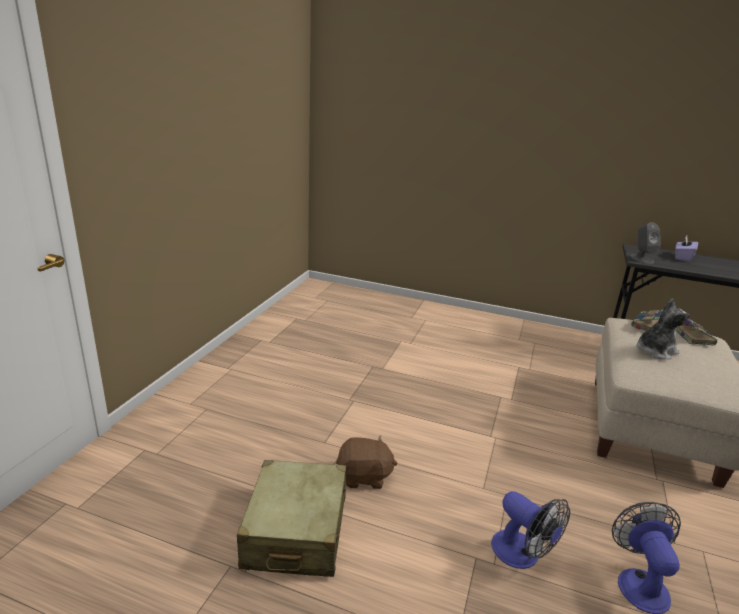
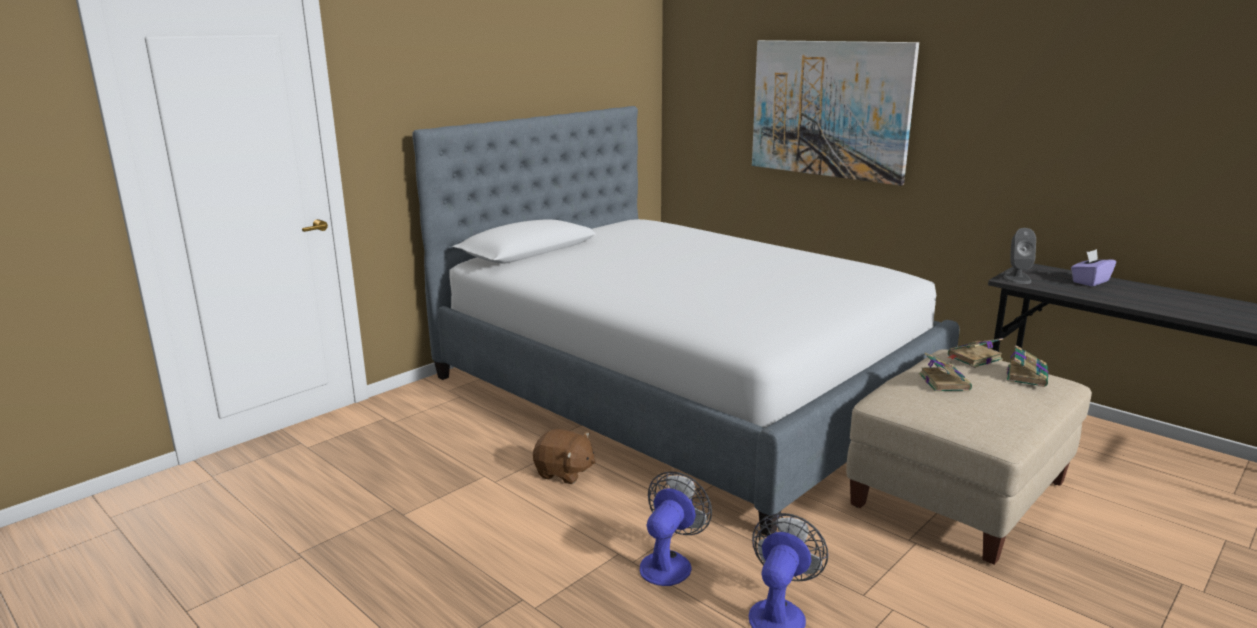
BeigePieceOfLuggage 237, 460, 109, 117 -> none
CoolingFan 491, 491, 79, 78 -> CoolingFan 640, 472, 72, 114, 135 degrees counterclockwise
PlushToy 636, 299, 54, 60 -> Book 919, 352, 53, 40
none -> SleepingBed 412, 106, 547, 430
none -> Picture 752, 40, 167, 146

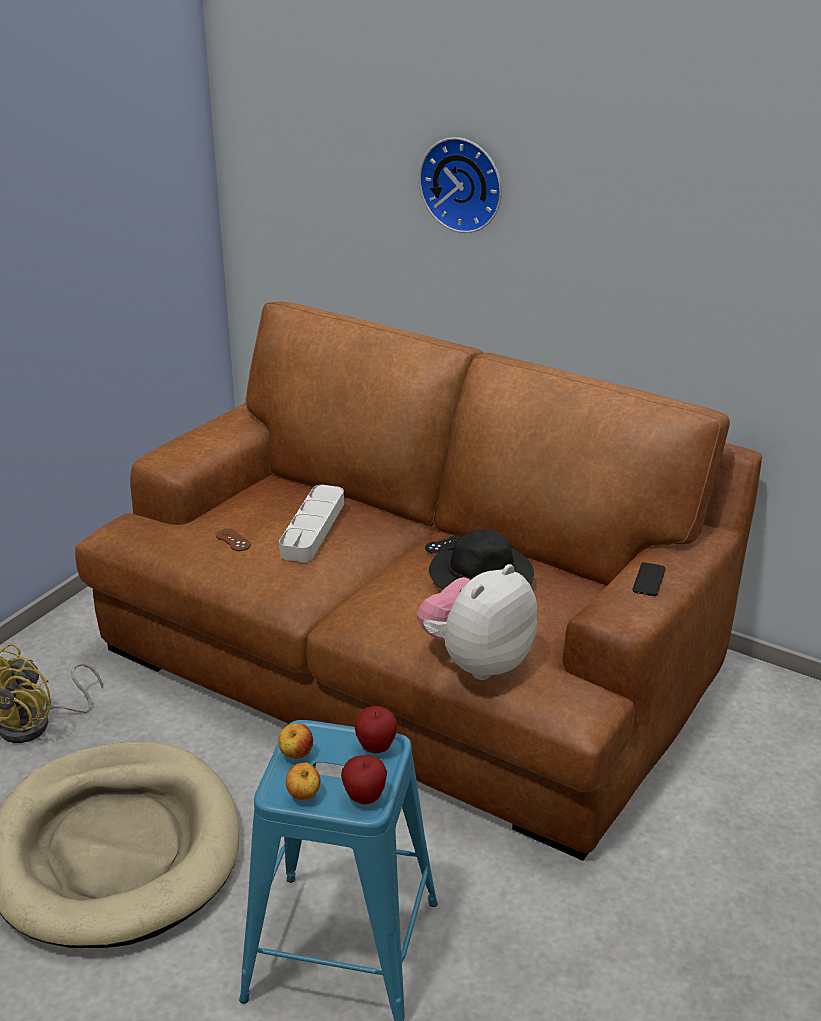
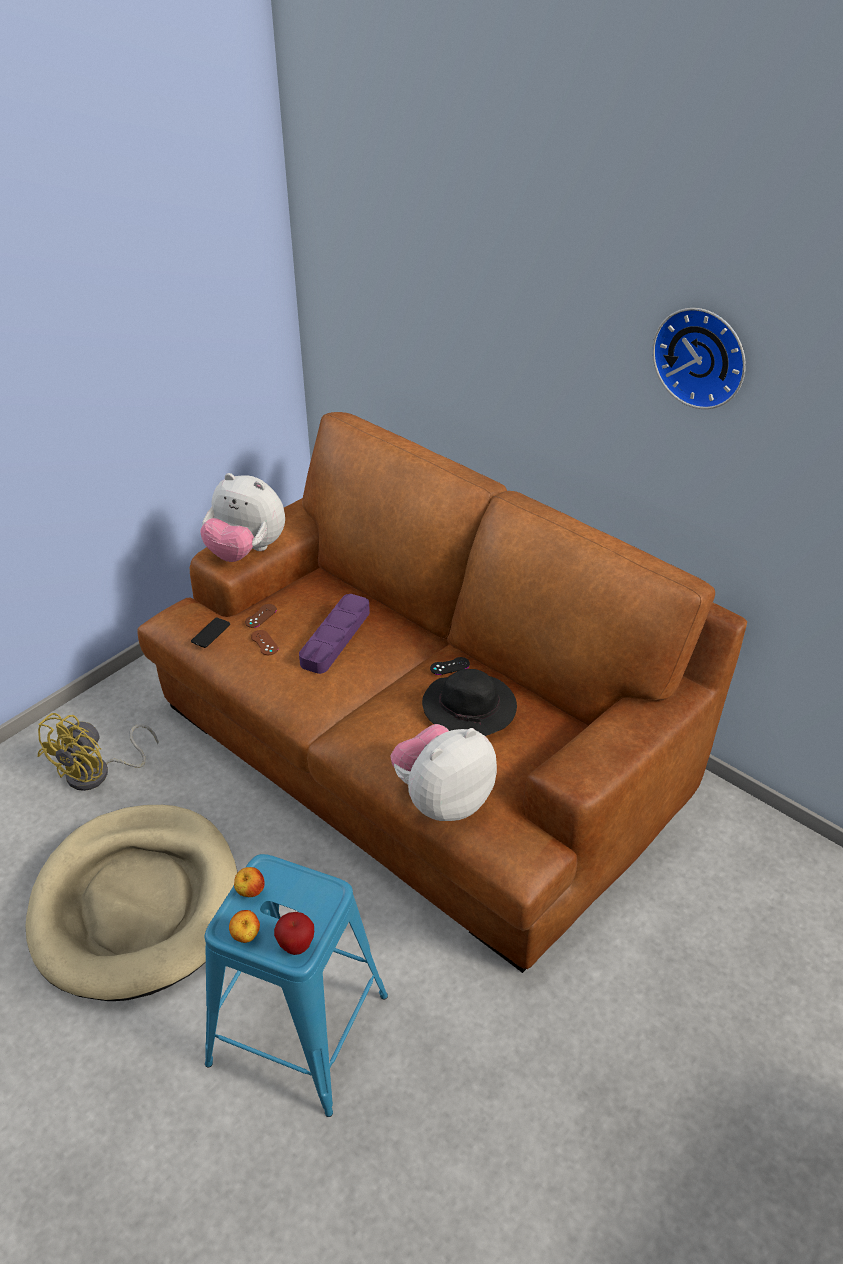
GreyServingTray 279, 485, 65, 77 -> PurpleColouredServingTray 299, 594, 71, 80
WholeApple 355, 706, 42, 48 -> none
ClockOnTheWall 419, 137, 83, 96 -> ClockOnTheWall 652, 308, 94, 101, shifted
Telephone 632, 562, 34, 34 -> Telephone 191, 617, 39, 31, shifted
none -> PlushToy 200, 473, 85, 89
none -> BrownColouredJoypad 245, 604, 32, 24

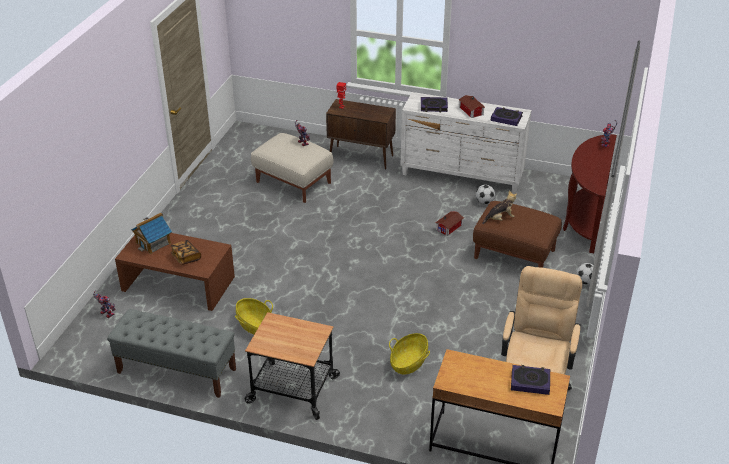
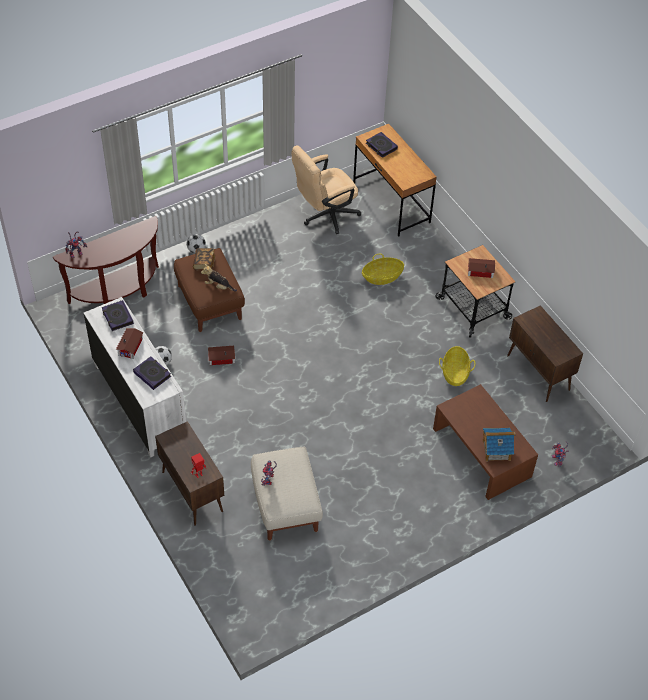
GreyIndoorBench 107, 309, 129, 89 -> BrownColouredStorageCabinet 507, 305, 76, 97
Book 171, 240, 30, 25 -> Book 193, 248, 22, 23, shifted
none -> MiniatureHouse 468, 258, 27, 20

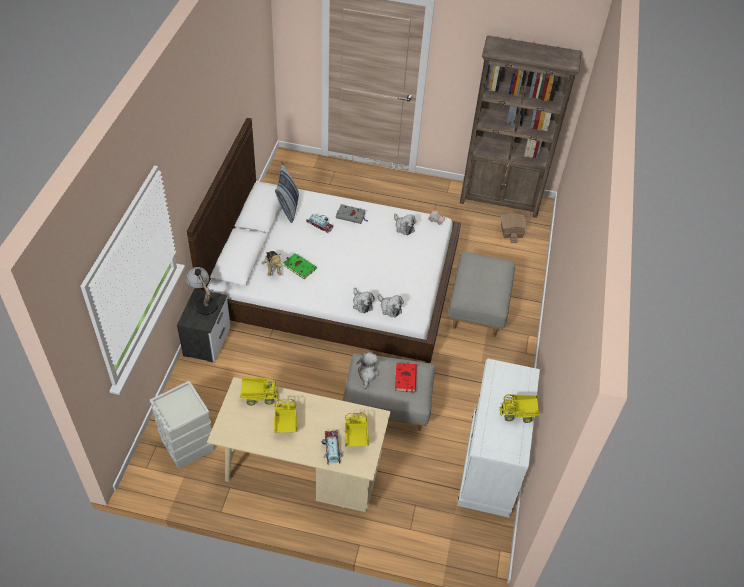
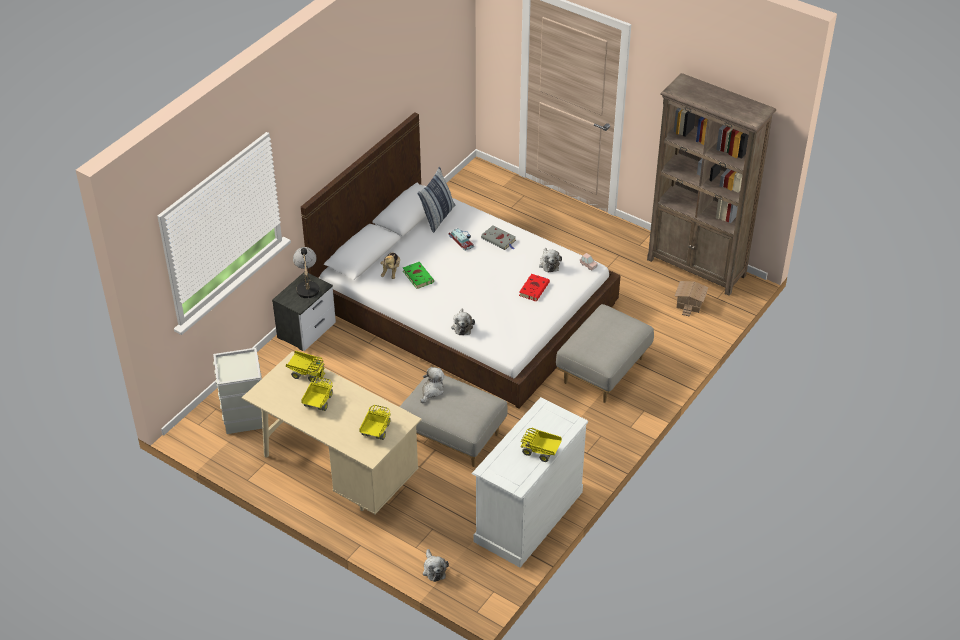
MiniatureCar 322, 430, 21, 34 -> none
PlushToy 377, 294, 27, 23 -> PlushToy 423, 549, 26, 33, shifted
RedBook 395, 362, 22, 31 -> RedBook 519, 274, 31, 27, shifted

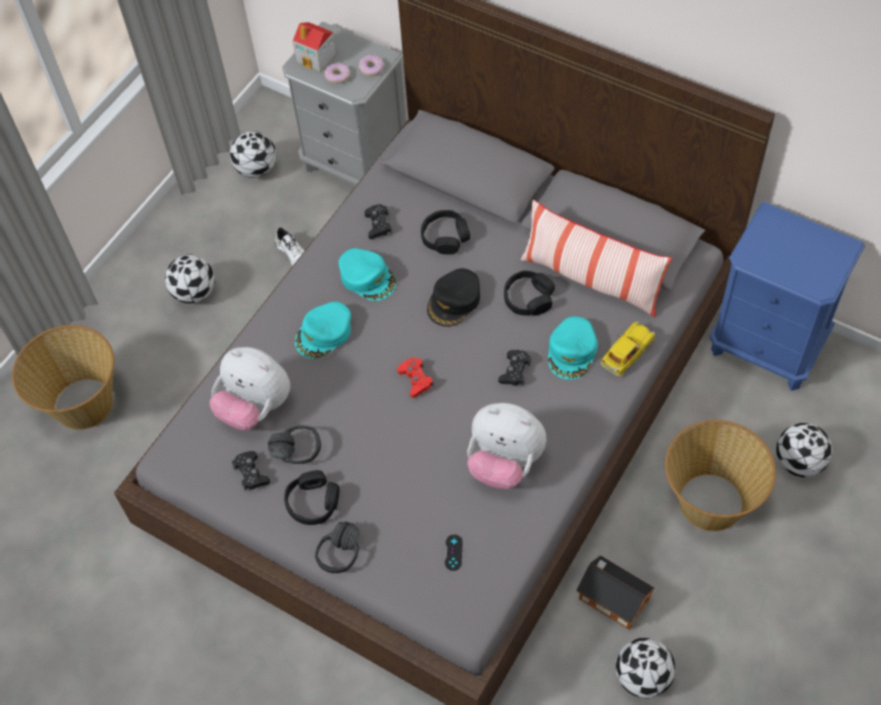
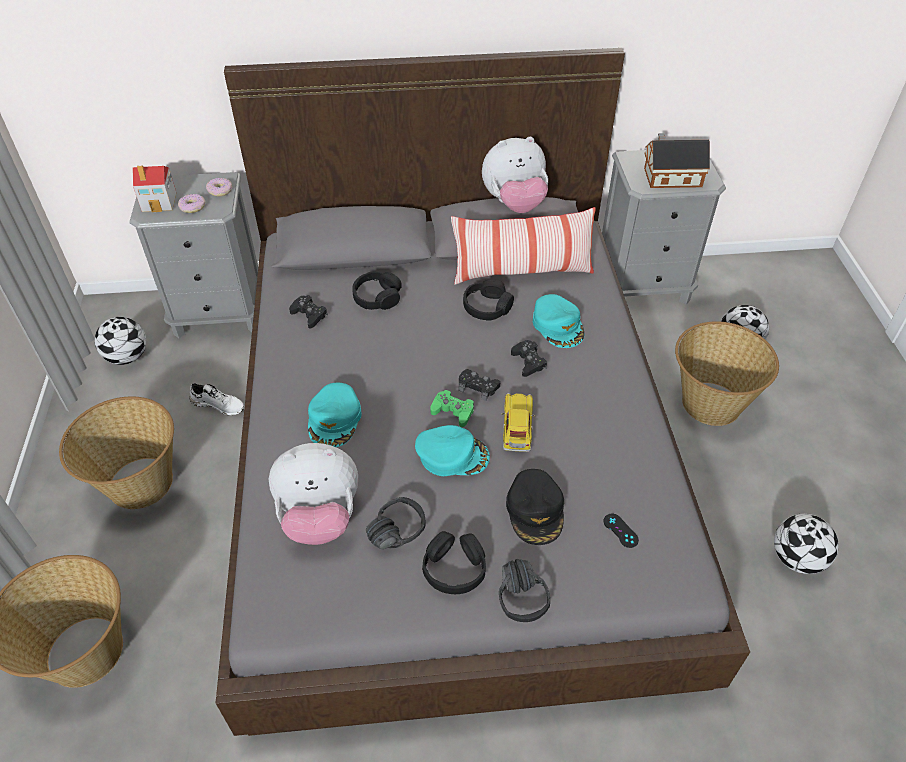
FootballBall 165, 254, 50, 50 -> Basket 59, 396, 115, 113
BlackishJoypad 232, 451, 38, 39 -> BlackishJoypad 459, 369, 41, 32, shifted
BlueGreenBaseballCap 338, 248, 58, 53 -> BlueGreenBaseballCap 415, 425, 75, 51, shifted
RedJoypad 397, 358, 37, 40 -> GreenJoypad 430, 390, 44, 37
BlackishBaseballCap 427, 268, 53, 59 -> BlackishBaseballCap 506, 469, 58, 76, shifted
PlushToy 467, 403, 79, 86 -> PlushToy 482, 137, 66, 76, shifted
MiniatureHouse 576, 555, 78, 75 -> MiniatureHouse 644, 133, 66, 55, shifted
MiniatureCar 601, 321, 54, 56 -> MiniatureCar 501, 393, 35, 59, shifted
BluishBedsideTable 709, 202, 156, 189 -> GreyBedsideTable 602, 150, 124, 154

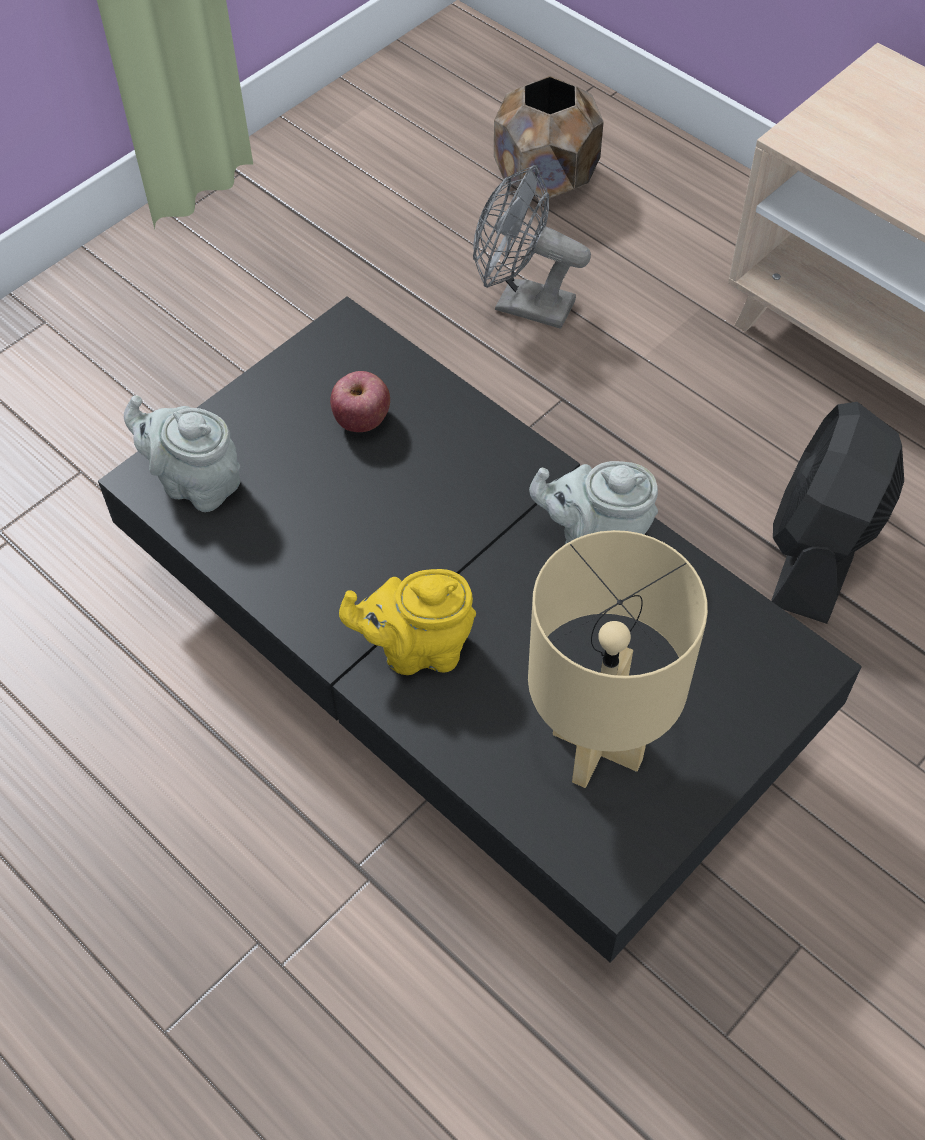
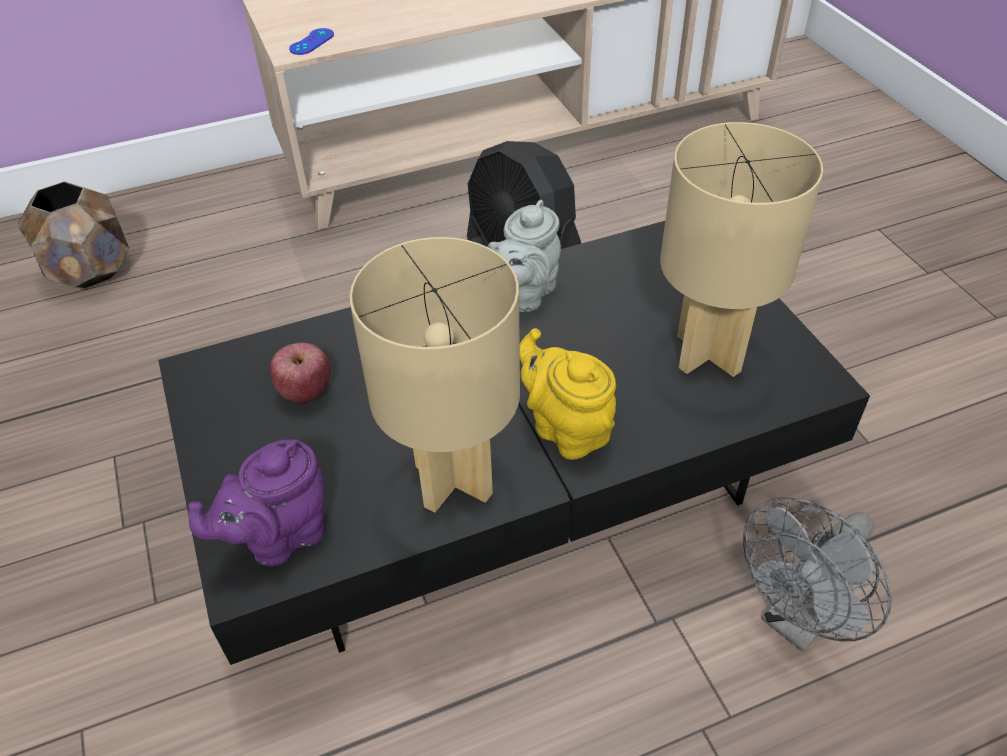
GreyTeapot 124, 395, 116, 117 -> PurpleColouredTeapot 188, 440, 137, 126
YellowTeapot 339, 569, 137, 106 -> YellowTeapot 520, 328, 96, 132, 120 degrees clockwise
GreyCoolingFan 473, 165, 118, 164 -> GreyCoolingFan 743, 497, 149, 155, shifted
none -> BluishJoypad 289, 28, 45, 27
none -> BeigeTabletopLamp 350, 237, 170, 276

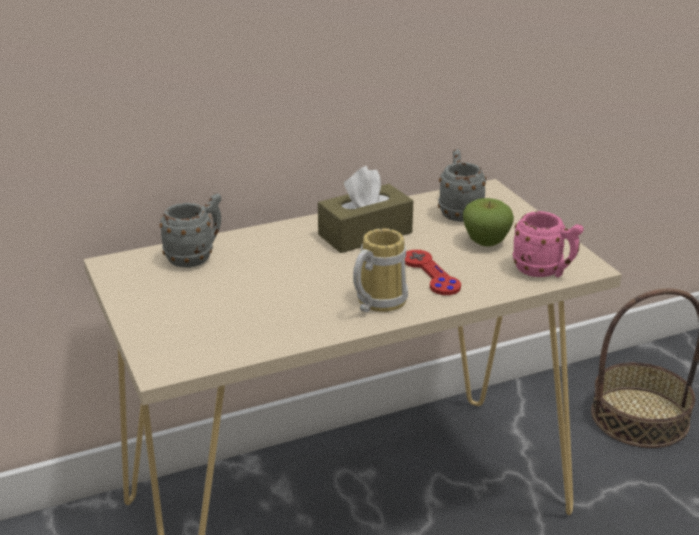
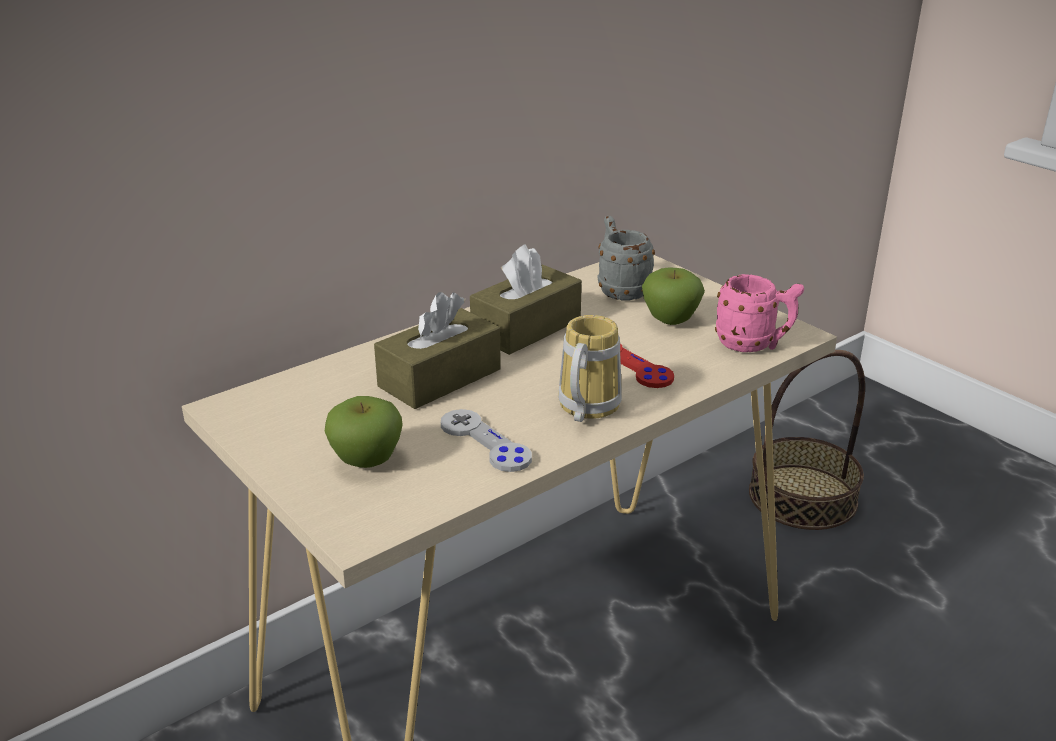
GreyTeaMug 159, 193, 62, 75 -> none
none -> WholeApple 325, 396, 78, 72
none -> BrownColouredBoxOfTissues 374, 292, 127, 117
none -> GreyJoypad 441, 409, 91, 63

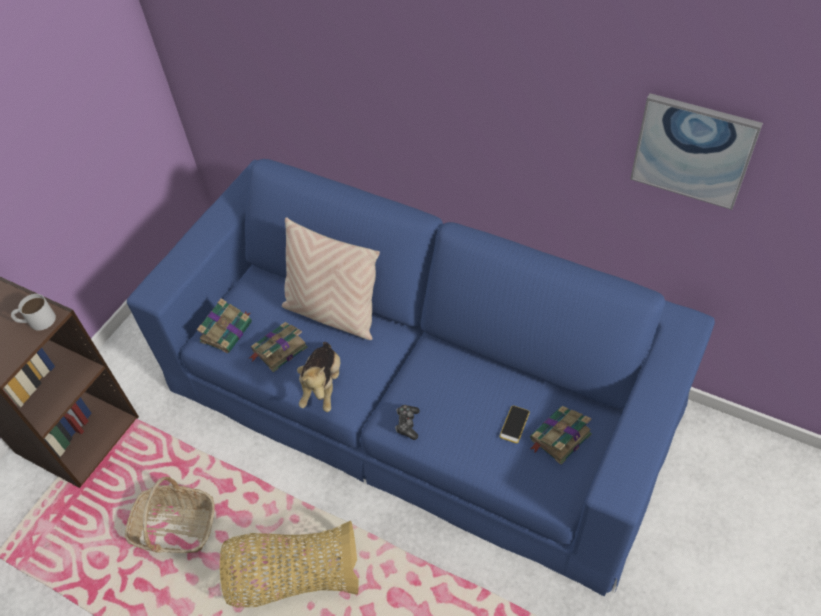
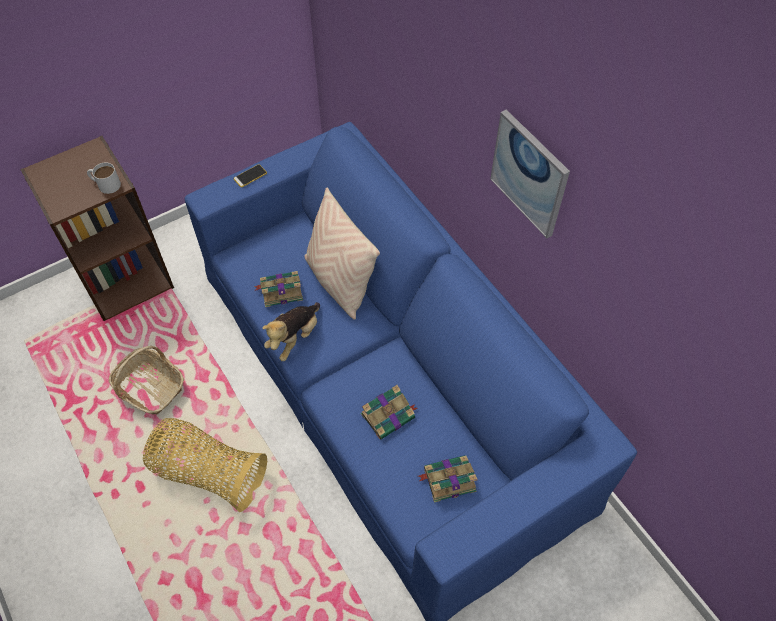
Book 197, 298, 55, 55 -> Book 361, 385, 56, 54, shifted
Joypad 395, 405, 25, 35 -> none
Telephone 499, 406, 31, 37 -> Telephone 233, 164, 34, 23, shifted
Picture 630, 93, 133, 117 -> Picture 490, 110, 80, 128, shifted

